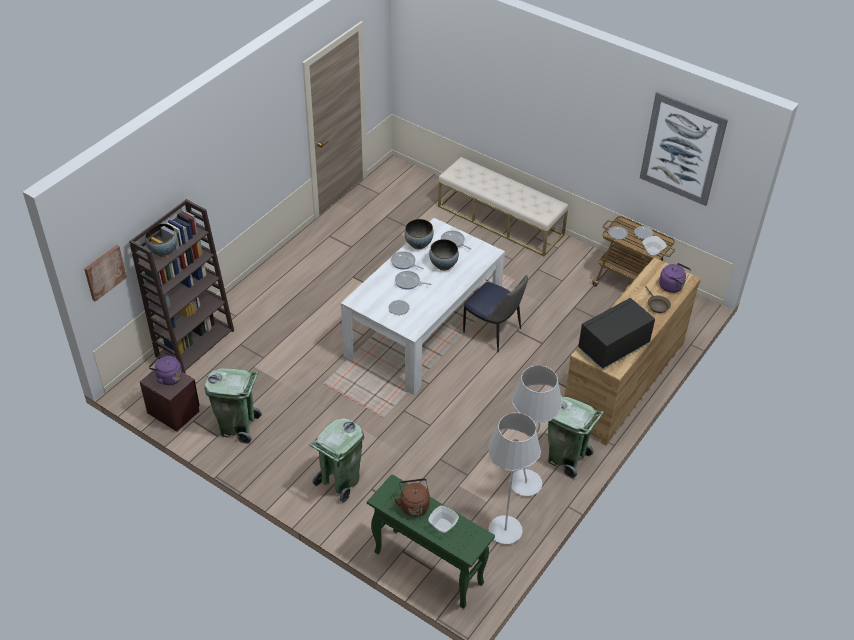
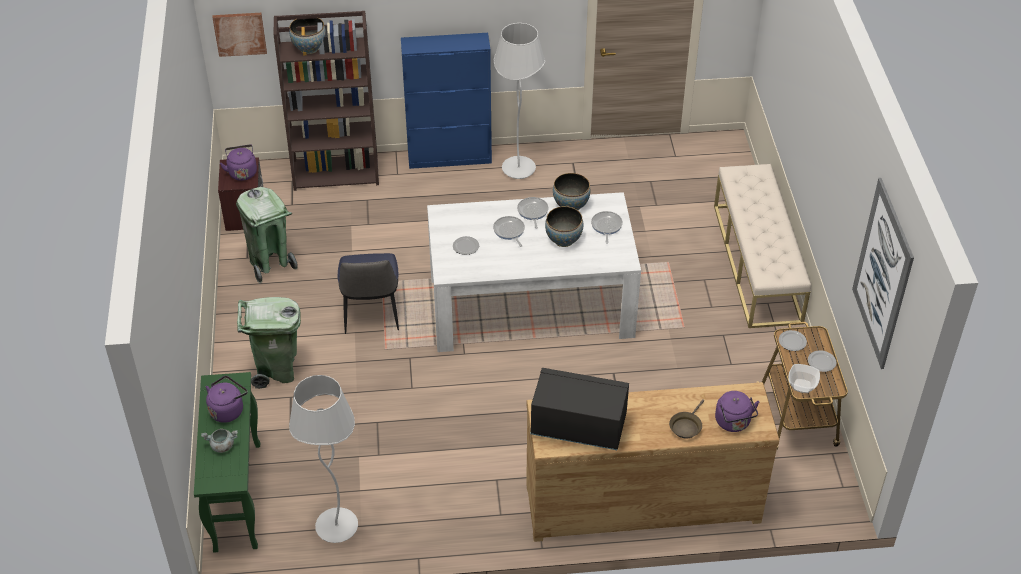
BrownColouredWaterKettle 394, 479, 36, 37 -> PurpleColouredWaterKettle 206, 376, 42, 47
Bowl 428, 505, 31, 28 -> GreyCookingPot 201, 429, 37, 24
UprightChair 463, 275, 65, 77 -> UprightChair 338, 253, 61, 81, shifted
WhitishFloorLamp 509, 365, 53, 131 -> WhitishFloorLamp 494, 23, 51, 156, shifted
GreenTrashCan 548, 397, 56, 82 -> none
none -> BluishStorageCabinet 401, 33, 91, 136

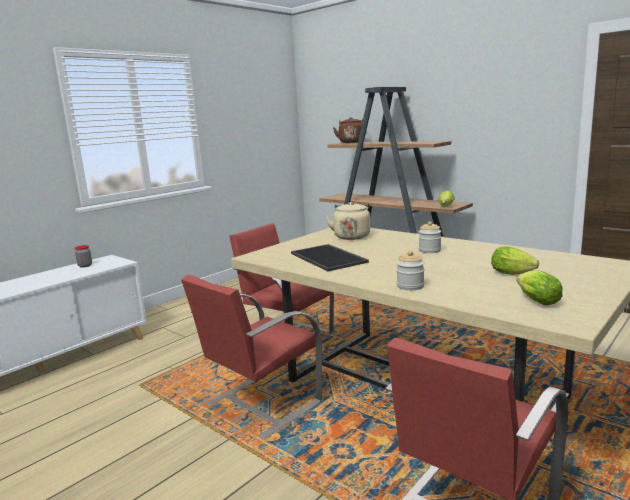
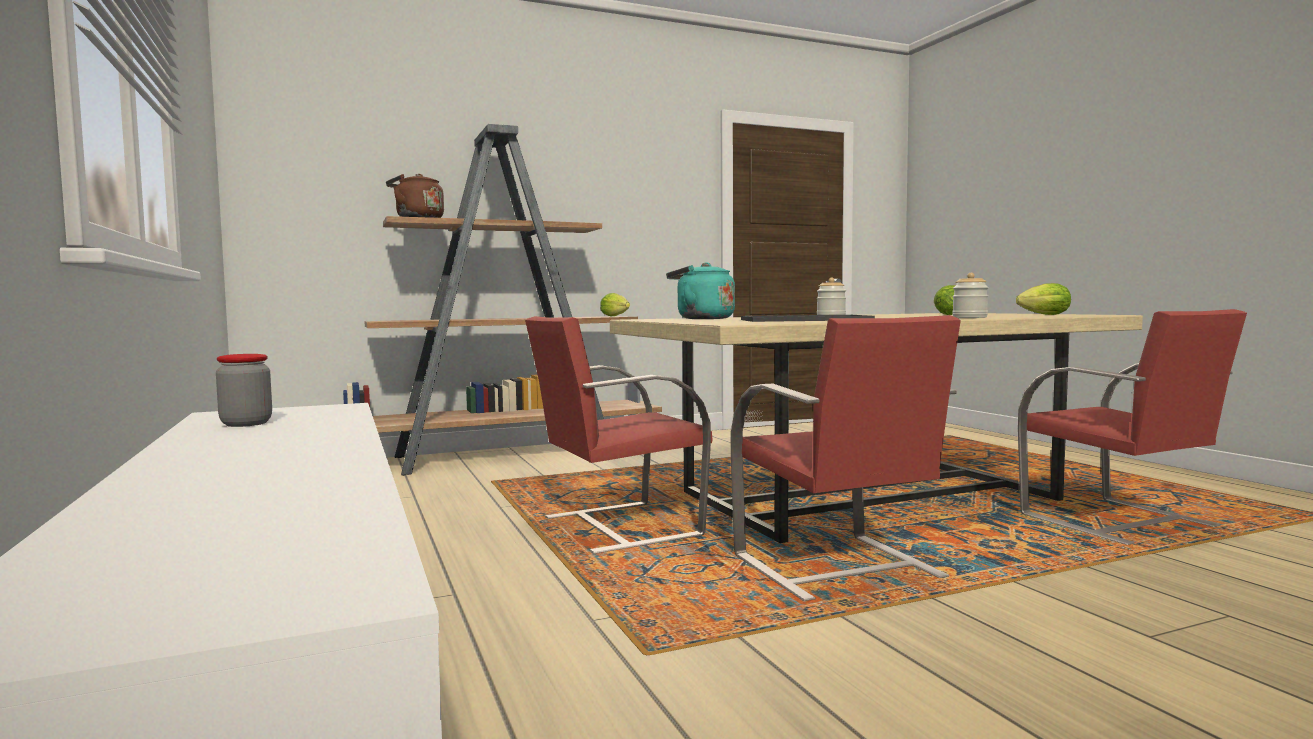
BeigeWaterKettle 325, 202, 45, 38 -> BlueGreenWaterKettle 666, 262, 69, 57

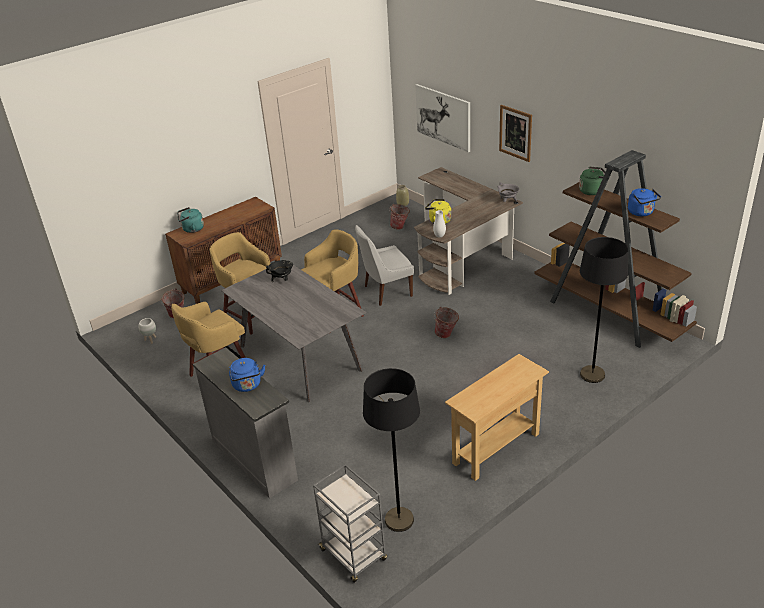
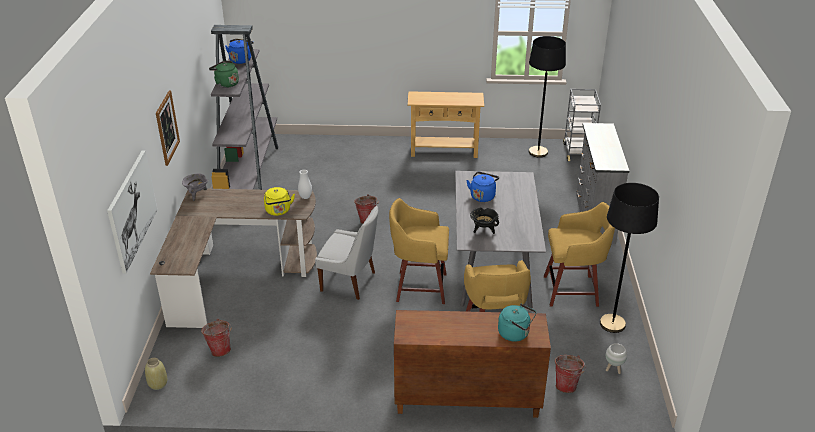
BluishWaterKettle 229, 358, 36, 34 -> BluishWaterKettle 466, 172, 33, 30, shifted
BrownColouredBookshelf 534, 150, 163, 198 -> GreyBookshelf 211, 25, 67, 165
BlackishFloorLamp 580, 237, 48, 146 -> BlackishFloorLamp 600, 183, 59, 150, shifted

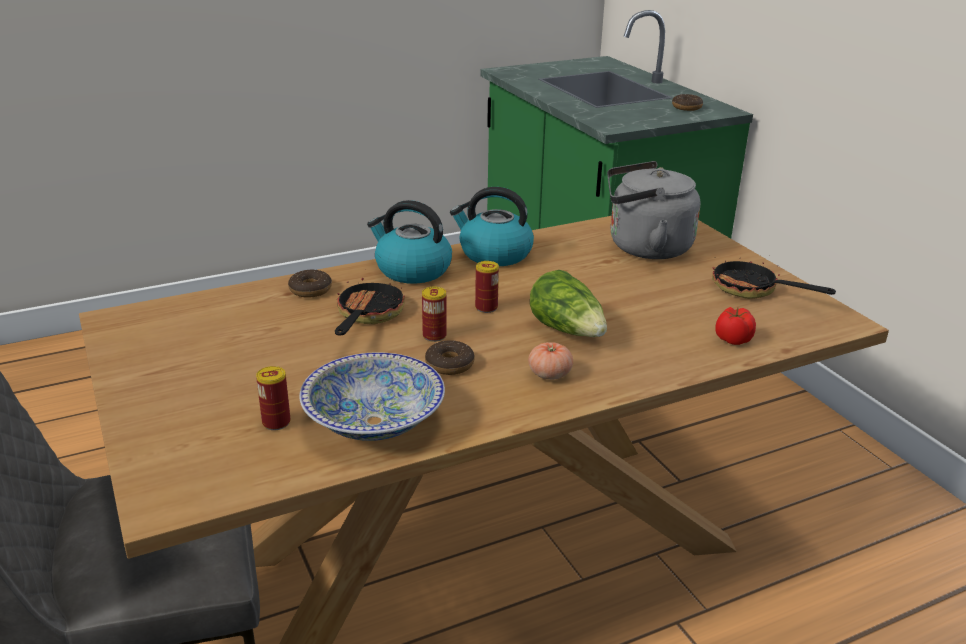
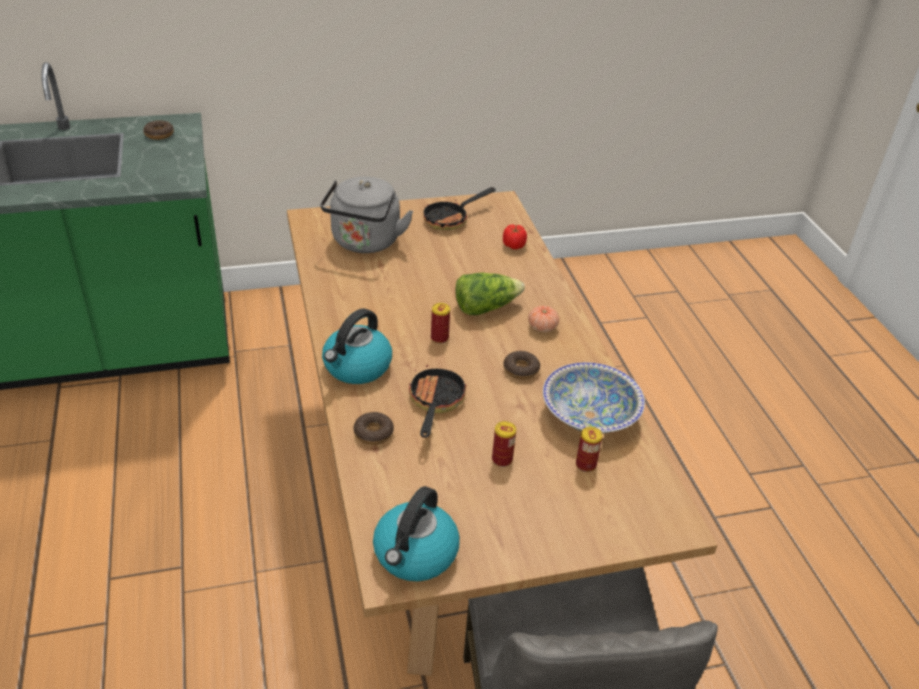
FryingPan 335, 269, 70, 66 -> FryingPan 409, 358, 57, 80, 75 degrees clockwise
SealedCan 422, 287, 25, 55 -> SealedCan 492, 421, 24, 46, shifted
WaterKettle 450, 187, 84, 79 -> WaterKettle 373, 486, 87, 95, shifted

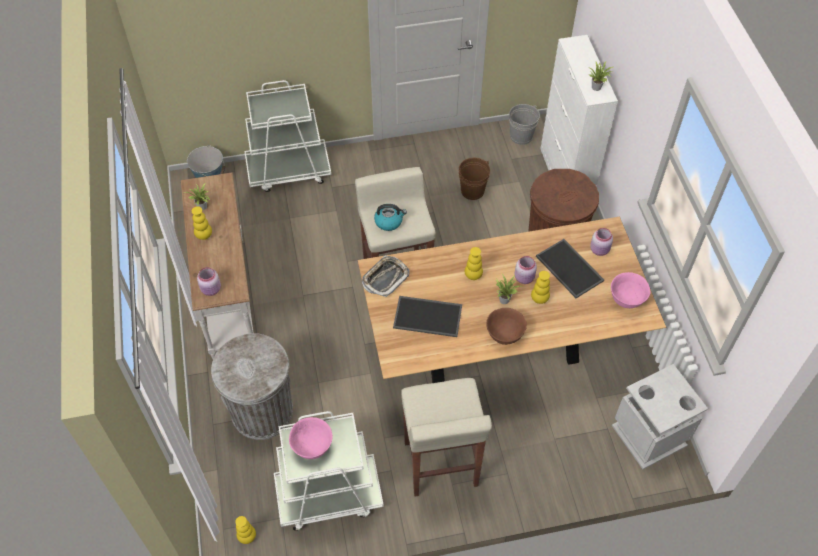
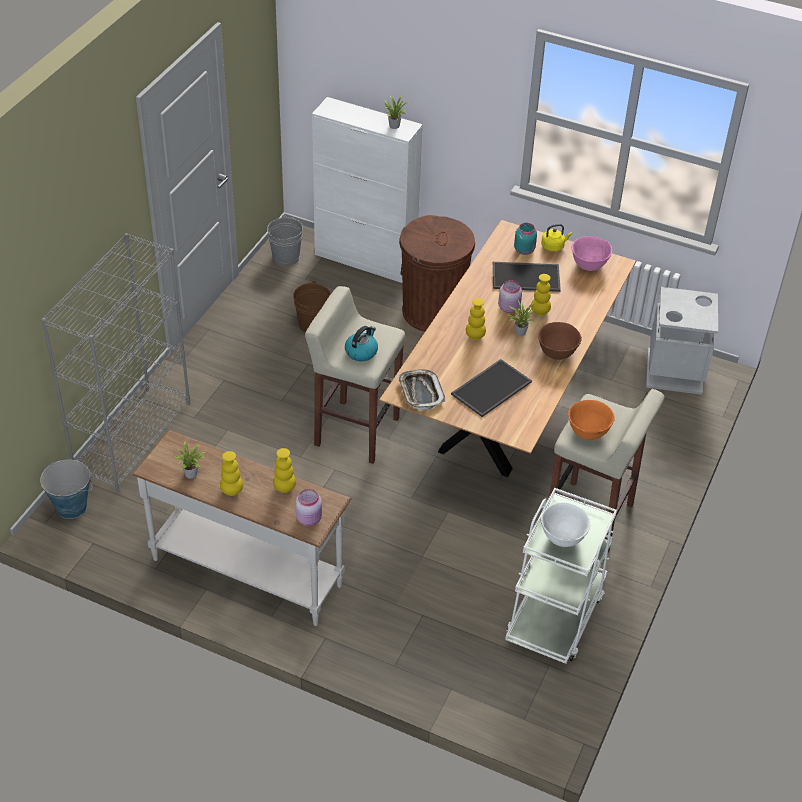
GreyTrashCan 211, 333, 82, 107 -> none
YellowFlowerVase 235, 516, 21, 28 -> YellowFlowerVase 273, 448, 23, 45, shifted
WhitishWheeledCart 244, 80, 87, 112 -> GreyBookshelf 41, 233, 149, 259
PinkBowl 289, 417, 43, 42 -> WhitishBowl 541, 503, 49, 44
PinkStorageJar 590, 228, 23, 28 -> BlueGreenStorageJar 514, 223, 23, 32
none -> YellowWaterKettle 541, 224, 31, 28
none -> OrangeyBowl 568, 400, 47, 40

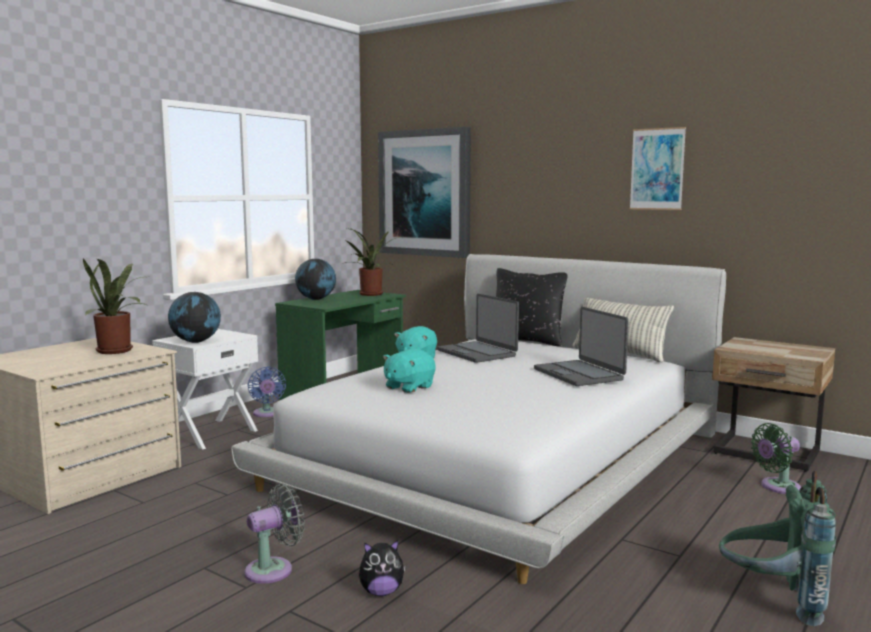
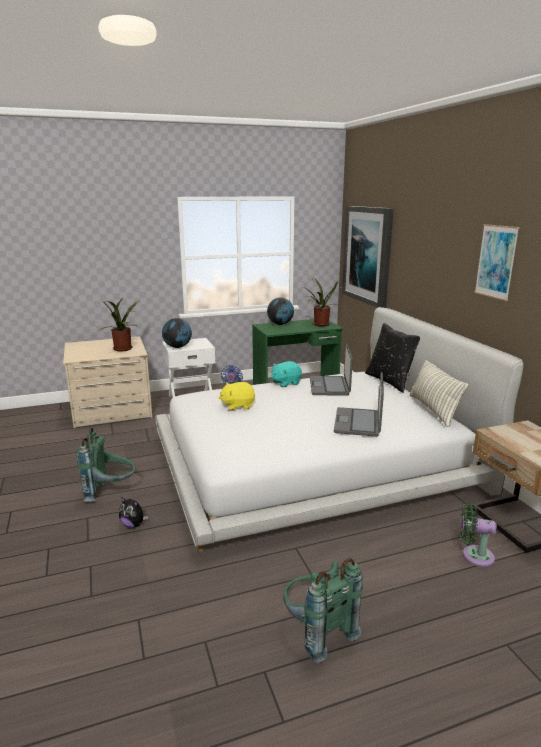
GreyCoolingFan 244, 483, 61, 101 -> GreenBackpack 77, 428, 59, 74
BlueGreenPlushToy 383, 349, 53, 44 -> YellowPlushToy 218, 382, 37, 29

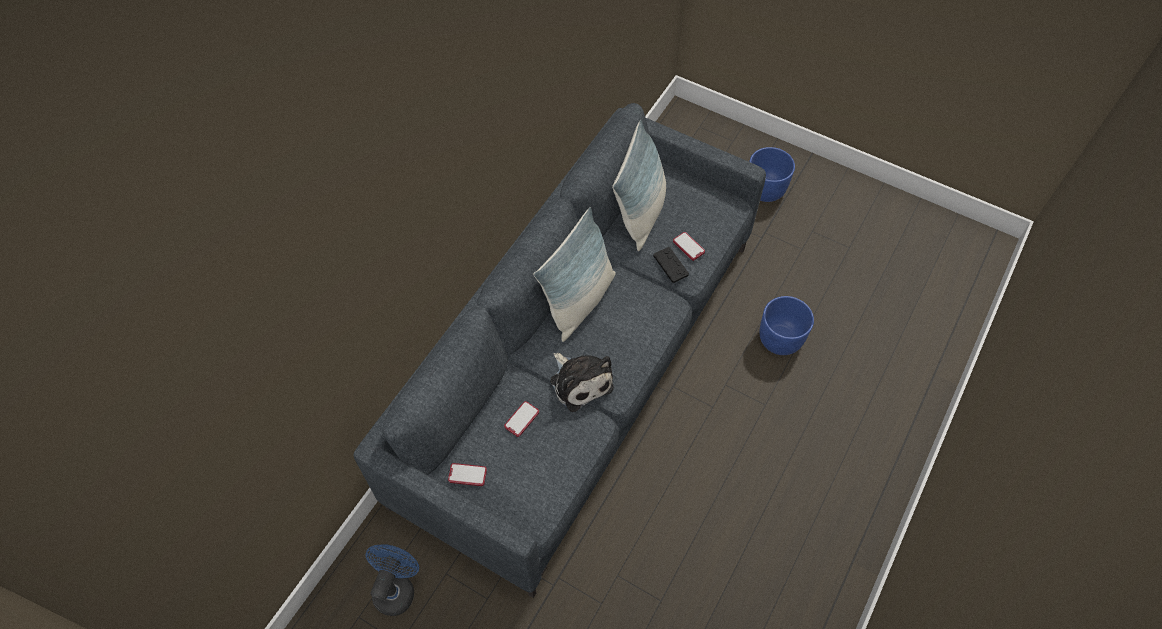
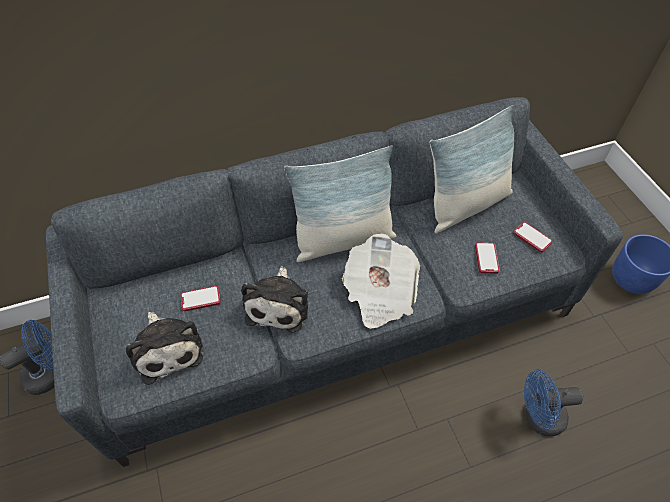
Telephone 448, 463, 39, 23 -> Telephone 513, 222, 39, 31, shifted
BlackishJoypad 653, 247, 36, 36 -> none
BluishFlowerPot 759, 296, 55, 59 -> BluishCoolingFan 524, 370, 59, 66
none -> PlushToy 126, 312, 79, 73
none -> DailyPaper 342, 234, 78, 95

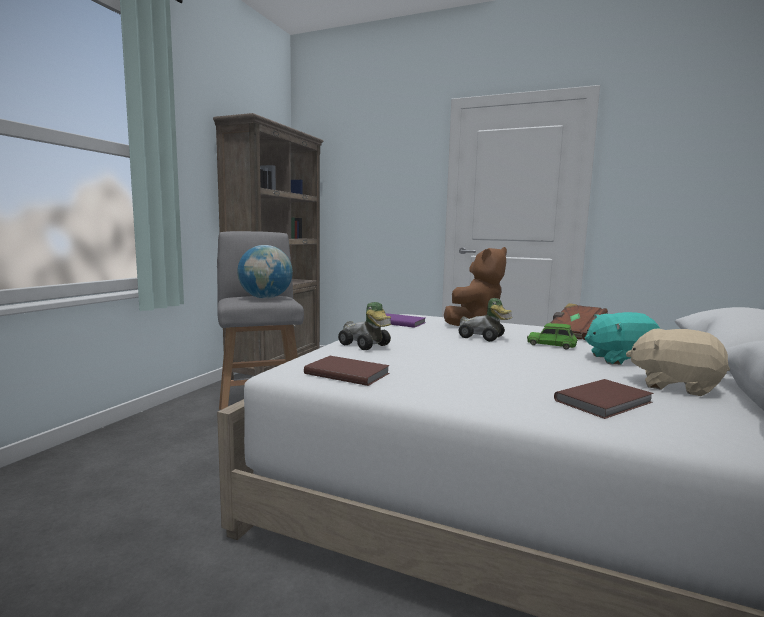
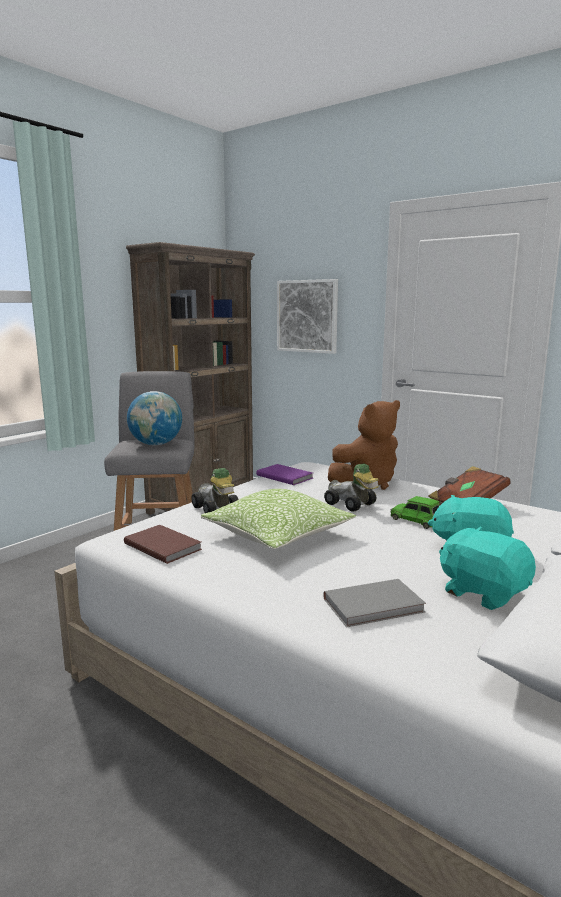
BrownColouredBook 554, 379, 100, 40 -> GreyBook 324, 579, 102, 49
BeigePlushToy 626, 329, 104, 67 -> BlueGreenPlushToy 439, 526, 97, 84
none -> ThrowPillow 201, 489, 155, 60
none -> Picture 277, 279, 61, 75

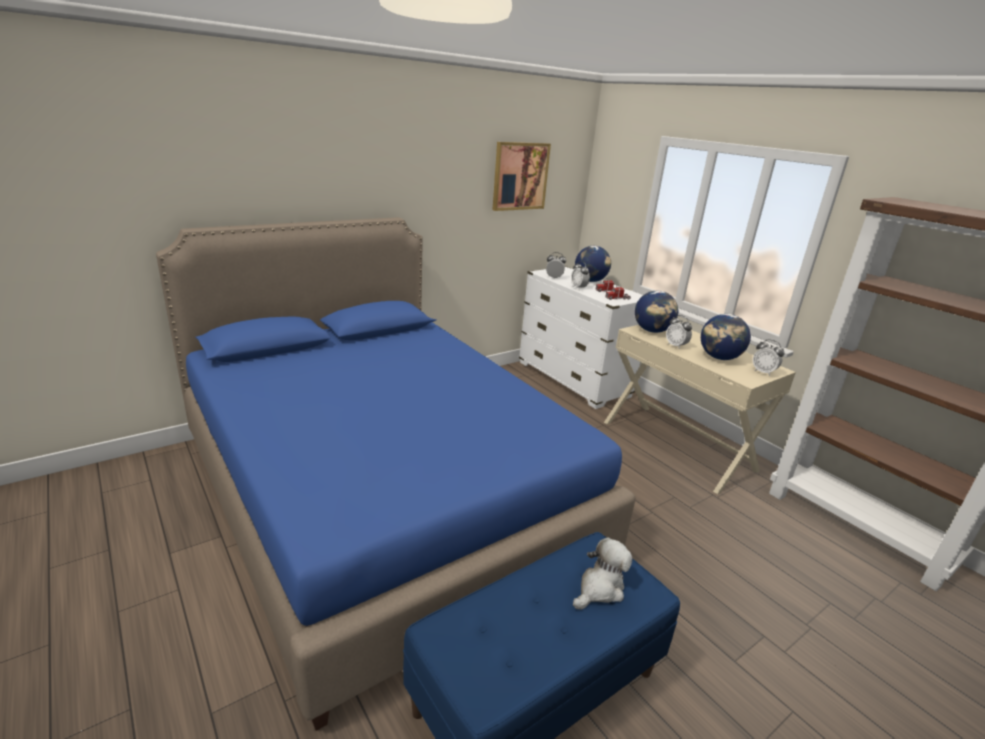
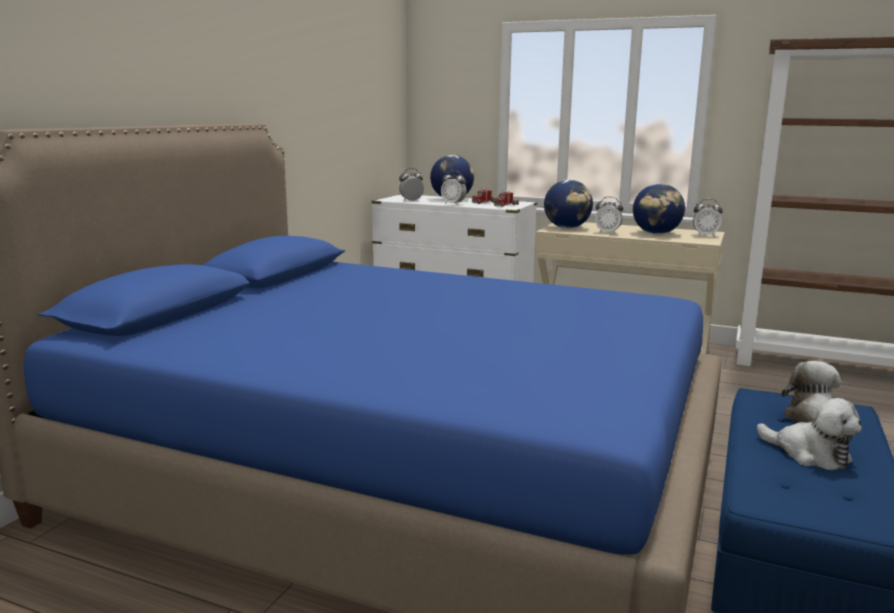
Picture 493, 142, 58, 69 -> none
none -> PlushToy 757, 398, 105, 72

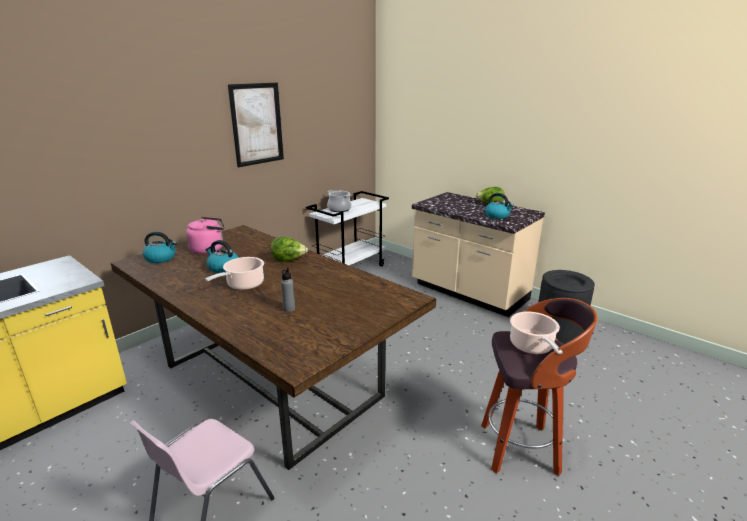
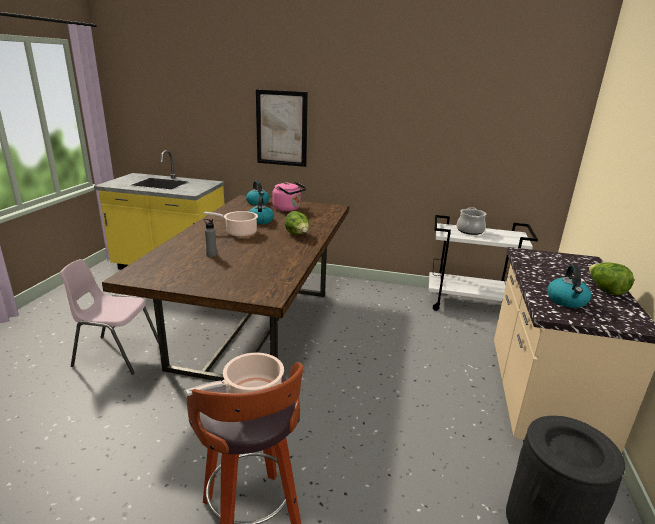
Picture 228, 83, 56, 84 -> Picture 256, 89, 52, 78, shifted

